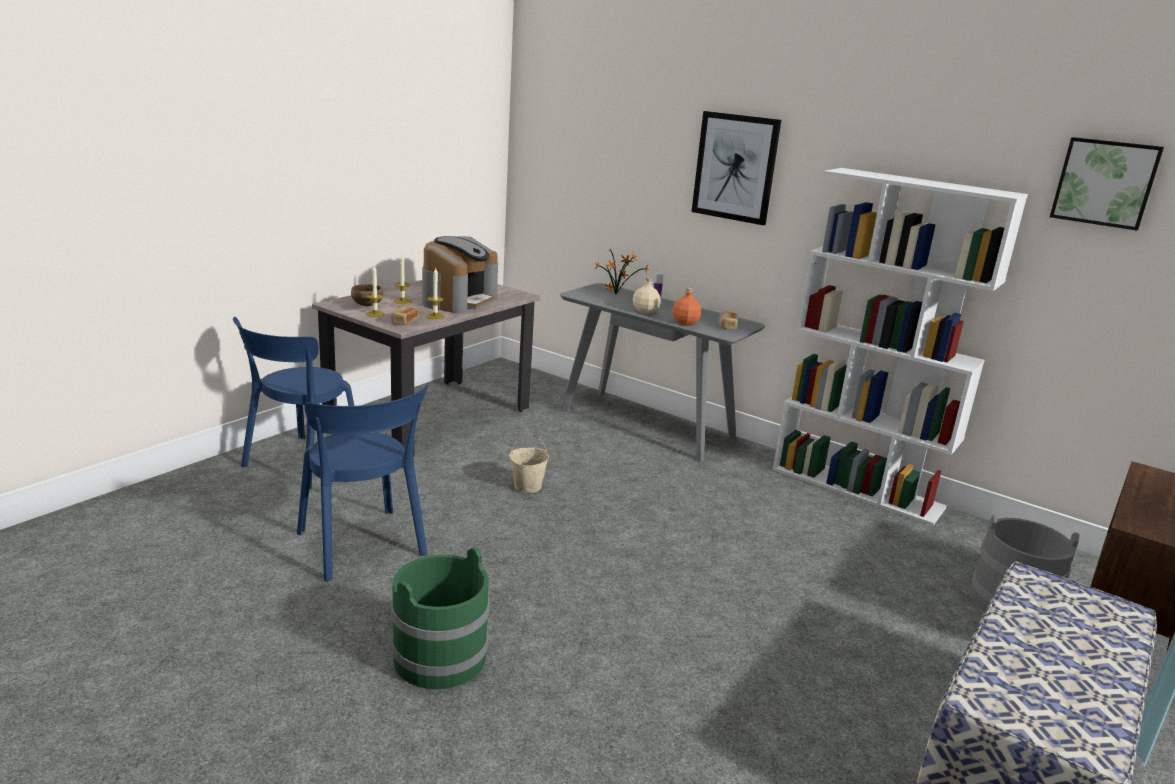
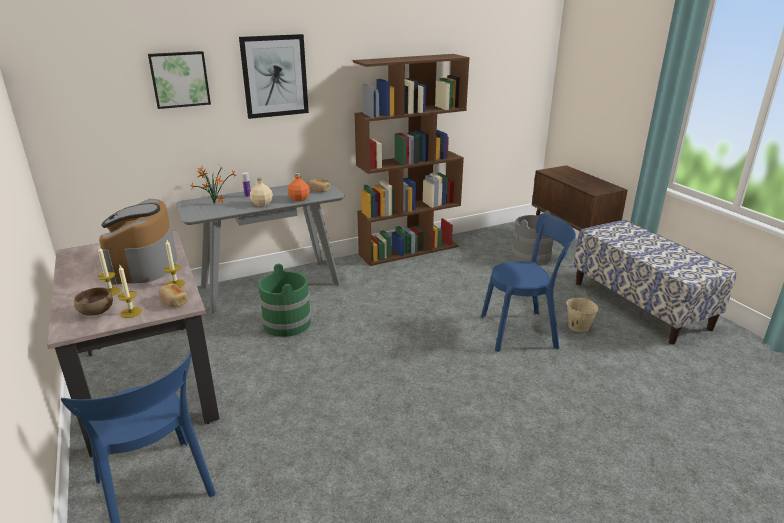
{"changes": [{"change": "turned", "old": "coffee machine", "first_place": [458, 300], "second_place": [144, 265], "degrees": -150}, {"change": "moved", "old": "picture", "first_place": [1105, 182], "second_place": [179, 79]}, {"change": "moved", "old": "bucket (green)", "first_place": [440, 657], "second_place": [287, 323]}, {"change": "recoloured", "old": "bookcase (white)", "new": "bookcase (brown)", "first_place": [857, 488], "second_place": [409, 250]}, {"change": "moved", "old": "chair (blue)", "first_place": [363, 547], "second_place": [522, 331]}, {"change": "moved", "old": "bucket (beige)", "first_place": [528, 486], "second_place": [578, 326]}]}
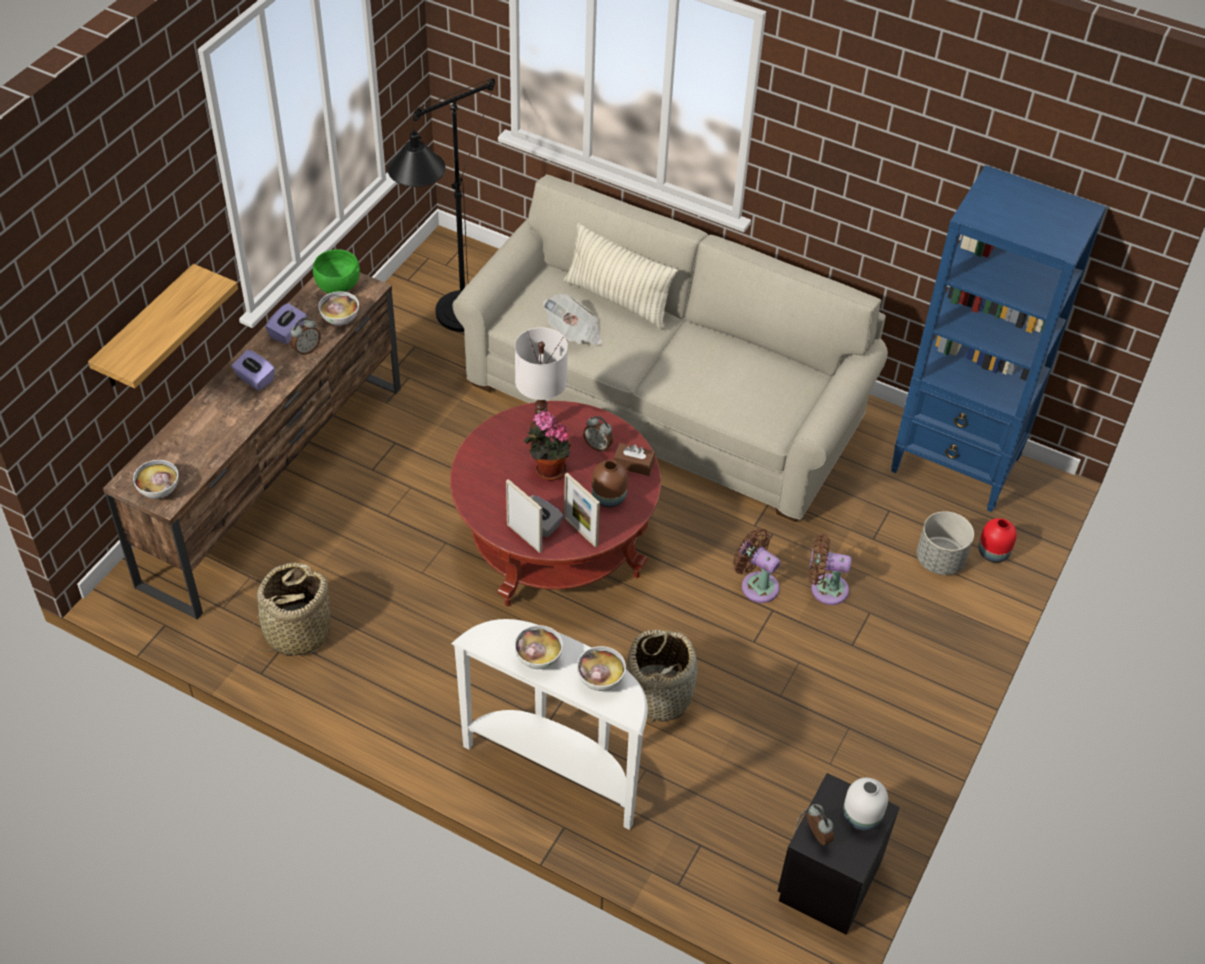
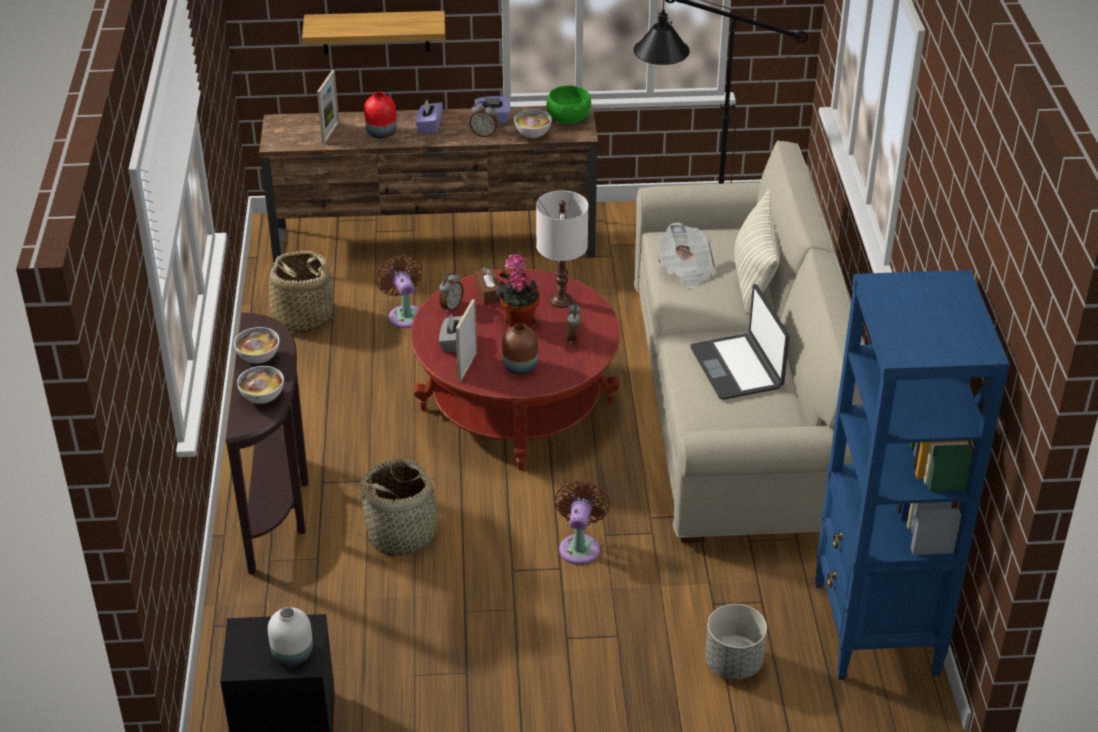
{"changes": [{"change": "recoloured", "old": "console table (white)", "new": "console table (brown)", "first_place": [557, 768], "second_place": [279, 506]}, {"change": "moved", "old": "picture frame", "first_place": [524, 538], "second_place": [330, 132]}, {"change": "moved", "old": "vase (red)", "first_place": [992, 553], "second_place": [380, 133]}, {"change": "moved", "old": "fan (brown)", "first_place": [825, 588], "second_place": [404, 315]}, {"change": "moved", "old": "alarm clock", "first_place": [816, 835], "second_place": [451, 307]}, {"change": "moved", "old": "tissue box (brown)", "first_place": [633, 464], "second_place": [489, 293]}, {"change": "added", "new": "laptop", "second_place": [737, 368]}, {"change": "removed", "old": "bowl", "first_place": [159, 490]}]}
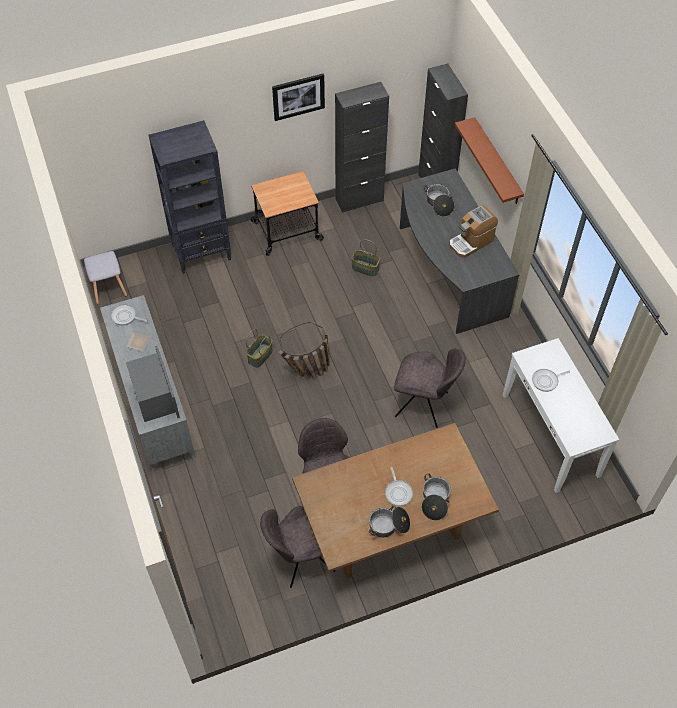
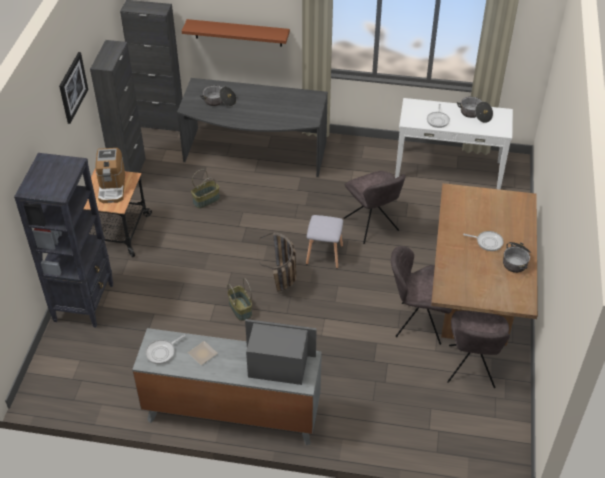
{"changes": [{"change": "moved", "old": "coffee machine", "first_place": [471, 242], "second_place": [112, 187]}, {"change": "moved", "old": "stool (grey)", "first_place": [108, 288], "second_place": [323, 254]}, {"change": "turned", "old": "chair (grey)", "first_place": [423, 405], "second_place": [372, 226], "degrees": 105}, {"change": "moved", "old": "cooking pot", "first_place": [435, 501], "second_place": [474, 114]}]}
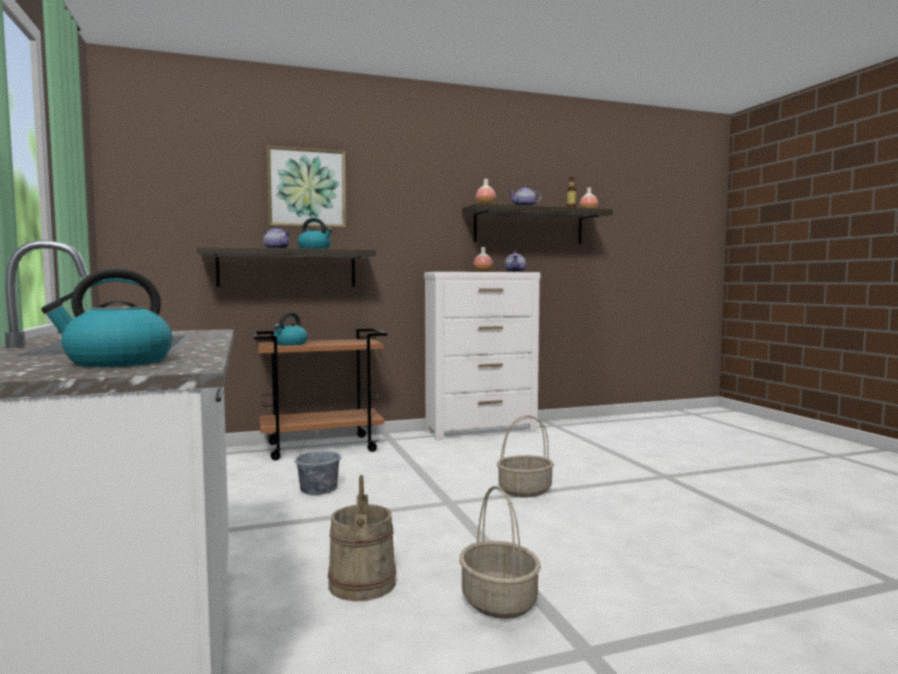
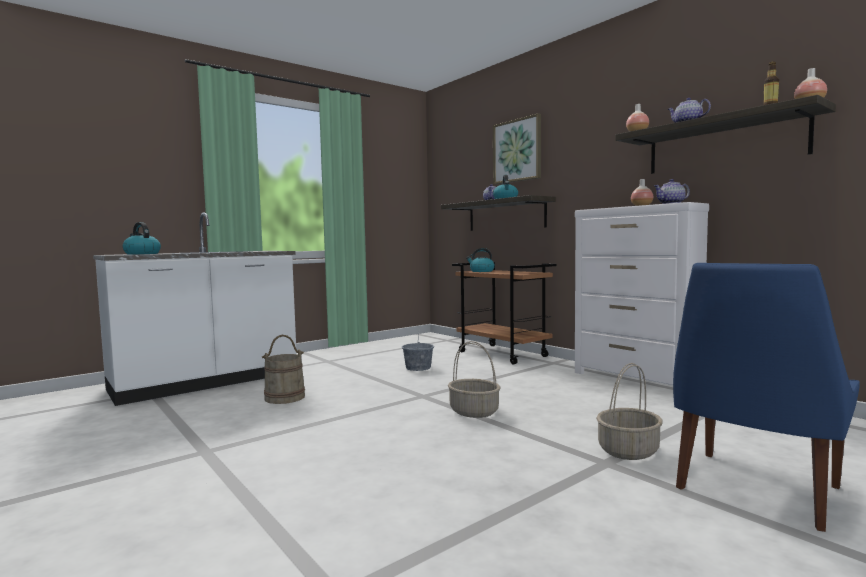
{"changes": [{"change": "moved", "old": "basket", "first_place": [498, 601], "second_place": [628, 450]}, {"change": "added", "new": "chair (blue)", "second_place": [755, 490]}]}
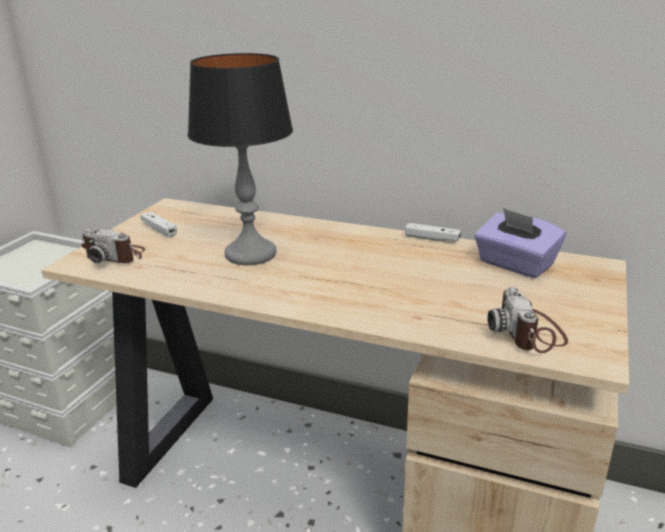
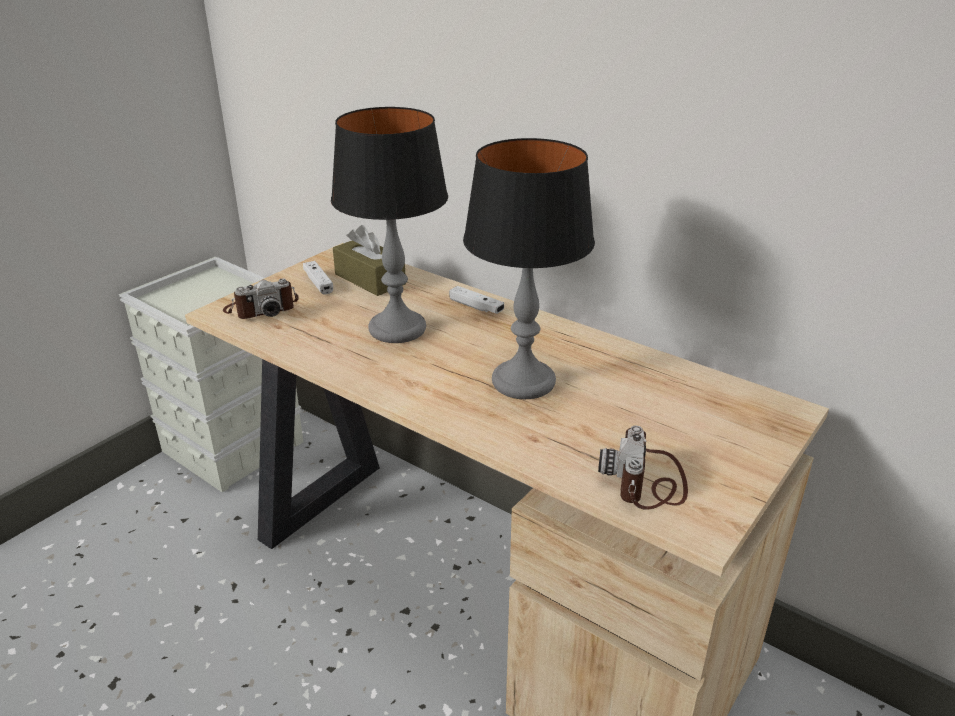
{"changes": [{"change": "turned", "old": "photo camera", "first_place": [116, 255], "second_place": [261, 309], "degrees": -60}, {"change": "added", "new": "tissue box (brown)", "second_place": [370, 279]}, {"change": "moved", "old": "game controller (white)", "first_place": [432, 239], "second_place": [476, 307]}, {"change": "added", "new": "table lamp", "second_place": [524, 382]}, {"change": "removed", "old": "tissue box (purple)", "first_place": [515, 265]}]}
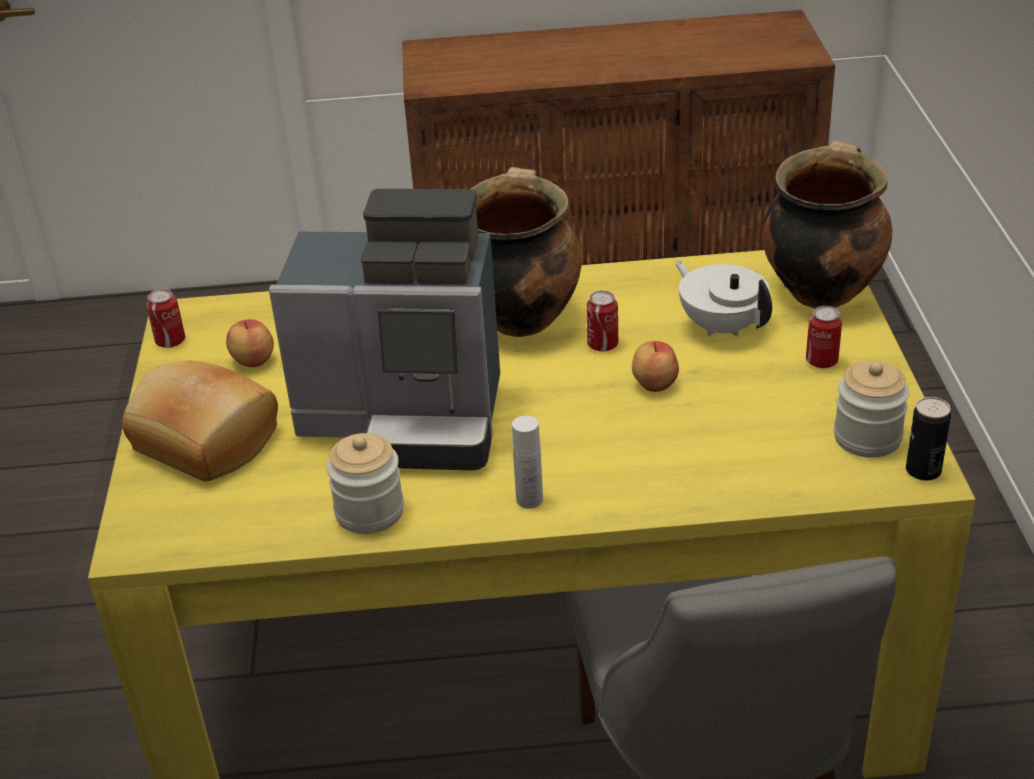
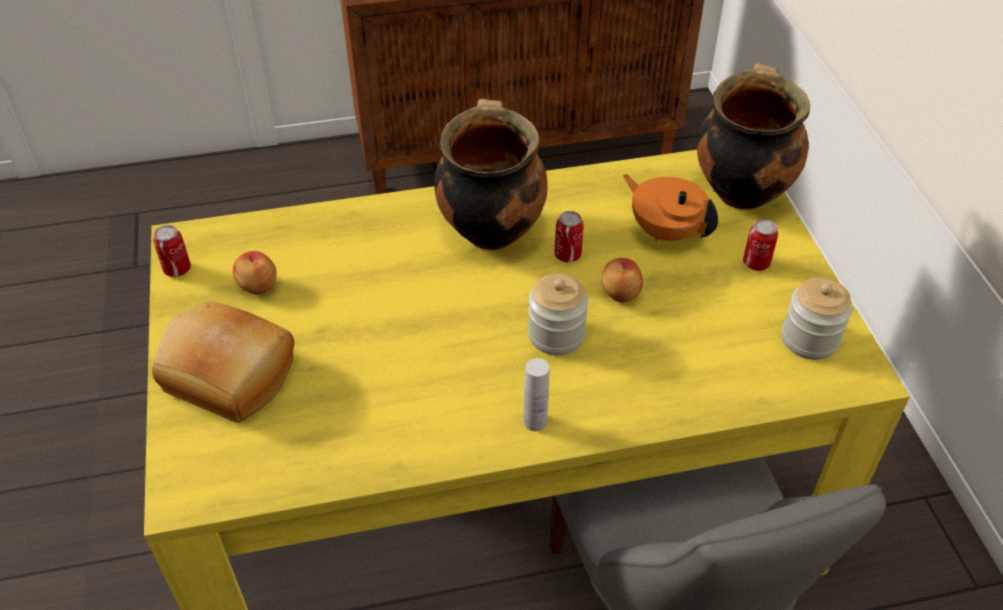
{"changes": [{"change": "moved", "old": "jar", "first_place": [369, 512], "second_place": [556, 335]}, {"change": "recoloured", "old": "teapot (white)", "new": "teapot (orange)", "first_place": [722, 326], "second_place": [665, 230]}, {"change": "removed", "old": "coffee machine", "first_place": [409, 419]}, {"change": "removed", "old": "can", "first_place": [923, 470]}]}
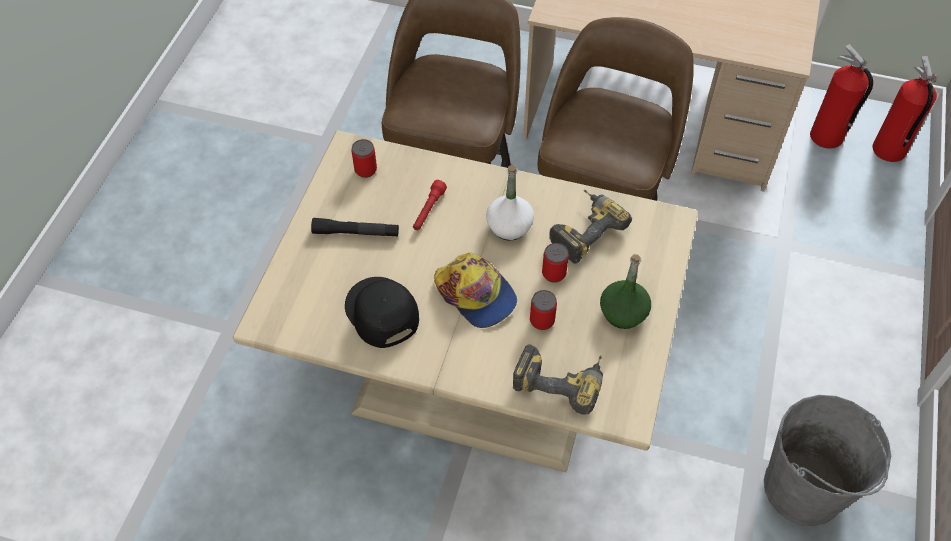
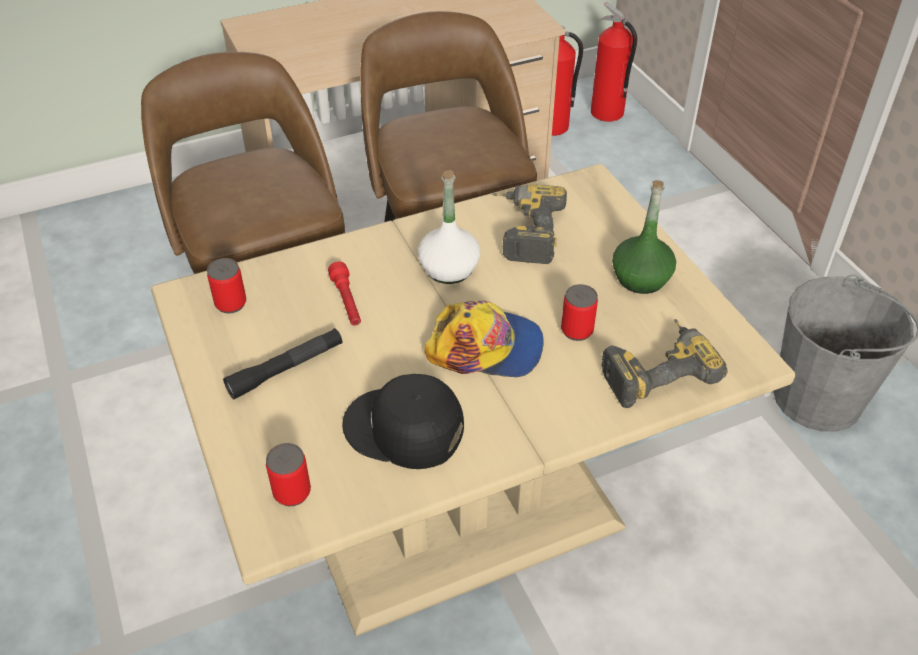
{"changes": [{"change": "moved", "old": "can", "first_place": [554, 273], "second_place": [292, 492]}]}
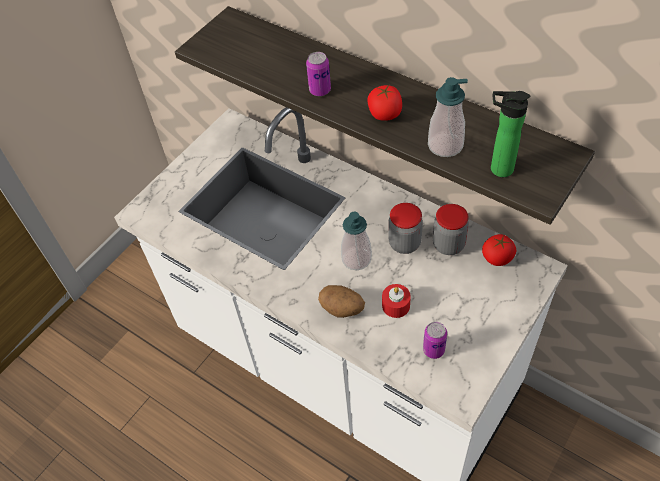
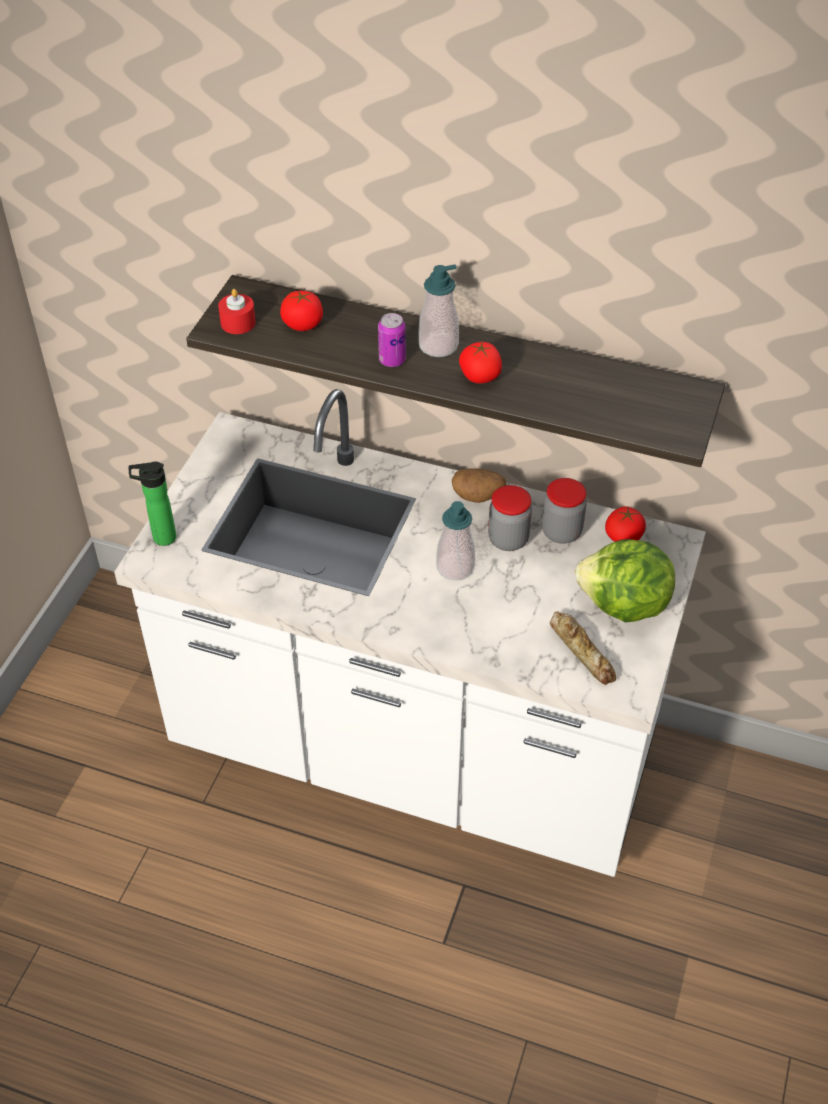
{"changes": [{"change": "moved", "old": "bottle", "first_place": [498, 169], "second_place": [160, 538]}, {"change": "moved", "old": "candle (red)", "first_place": [396, 305], "second_place": [238, 323]}, {"change": "added", "new": "tomato", "second_place": [302, 324]}, {"change": "moved", "old": "soap dispenser", "first_place": [445, 145], "second_place": [438, 346]}, {"change": "moved", "old": "potato", "first_place": [342, 309], "second_place": [478, 496]}, {"change": "replaced", "old": "can", "new": "bread", "first_place": [433, 350], "second_place": [582, 651]}, {"change": "added", "new": "lettuce", "second_place": [623, 606]}]}
